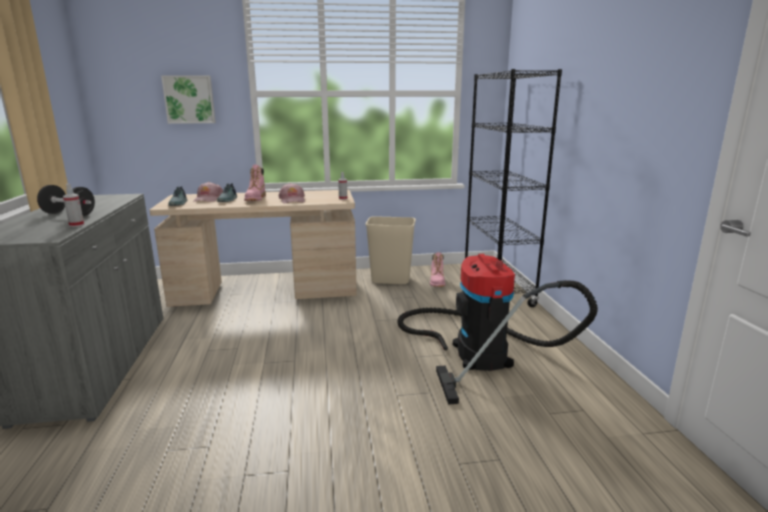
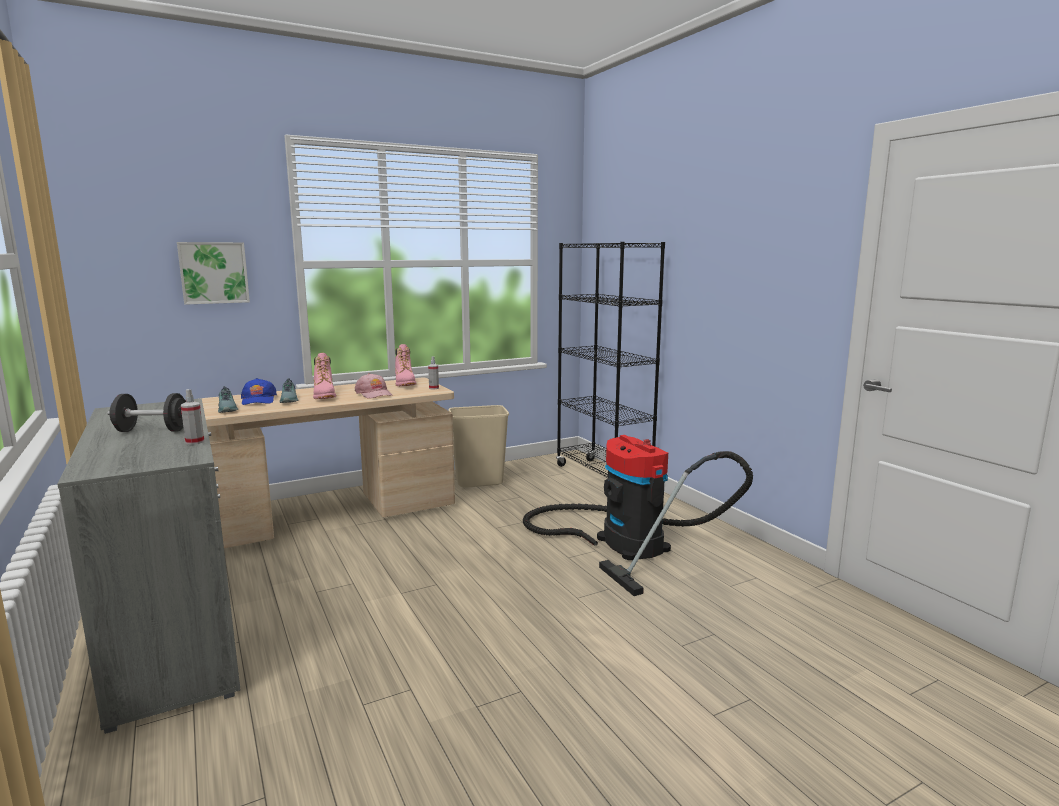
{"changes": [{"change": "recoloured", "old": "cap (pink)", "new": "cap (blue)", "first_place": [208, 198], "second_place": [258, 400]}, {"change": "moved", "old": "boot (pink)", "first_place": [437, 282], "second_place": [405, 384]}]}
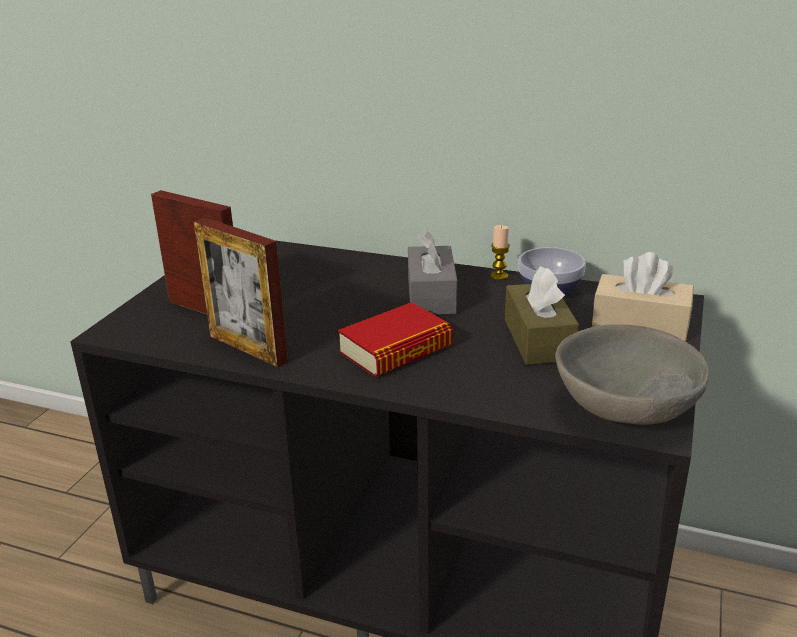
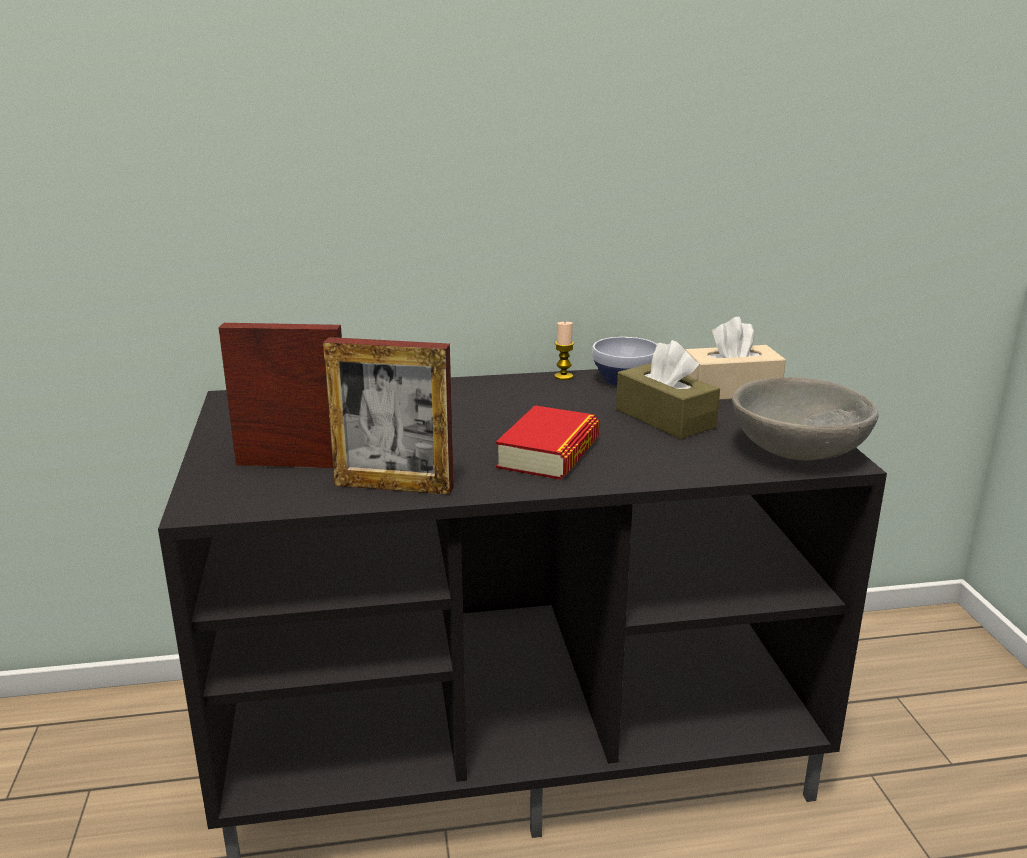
{"changes": [{"change": "removed", "old": "tissue box (grey)", "first_place": [431, 295]}]}
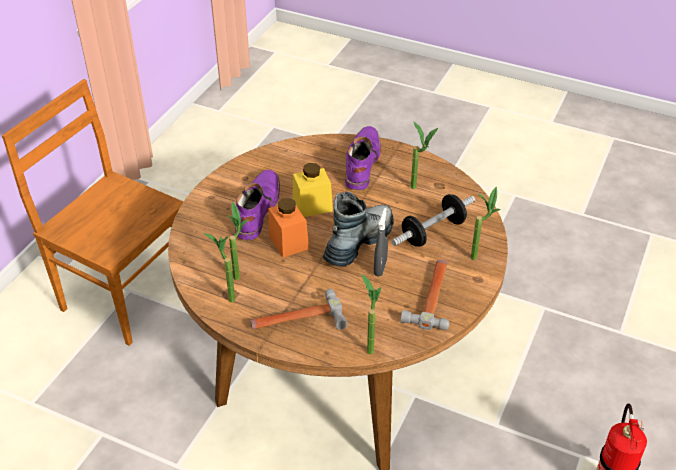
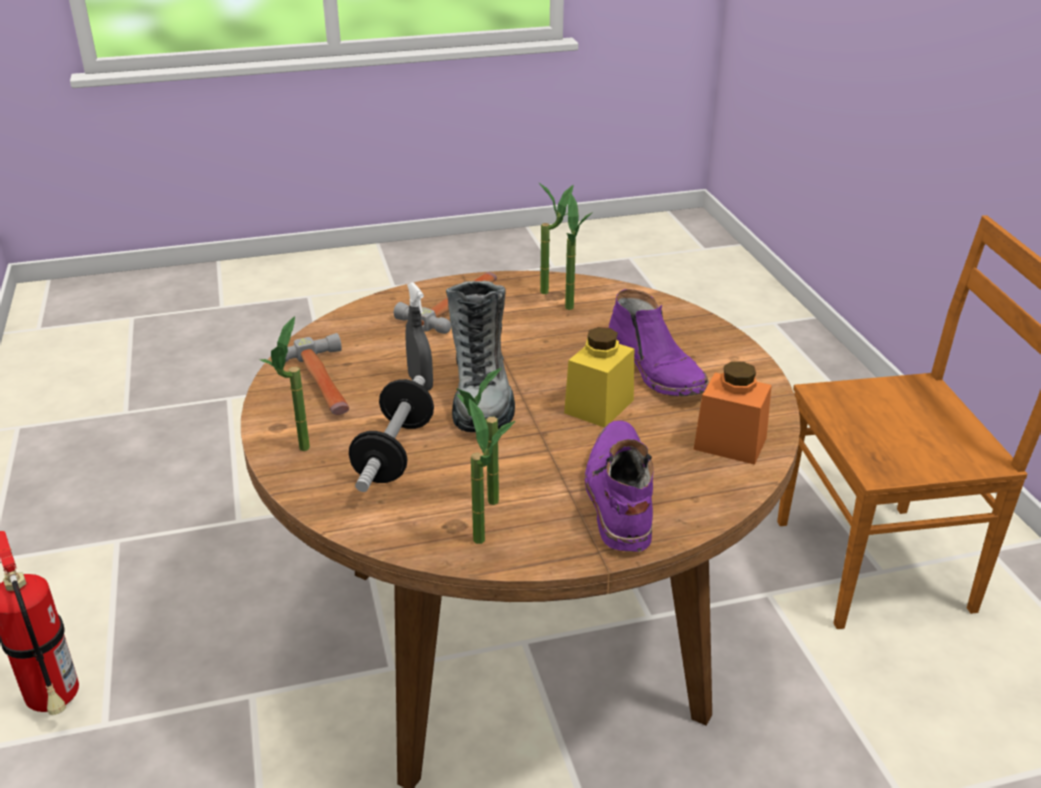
{"changes": [{"change": "moved", "old": "potted plant", "first_place": [368, 346], "second_place": [489, 545]}, {"change": "turned", "old": "boot (purple)", "first_place": [361, 163], "second_place": [619, 496], "degrees": -150}, {"change": "moved", "old": "jar (orange)", "first_place": [288, 242], "second_place": [730, 443]}]}
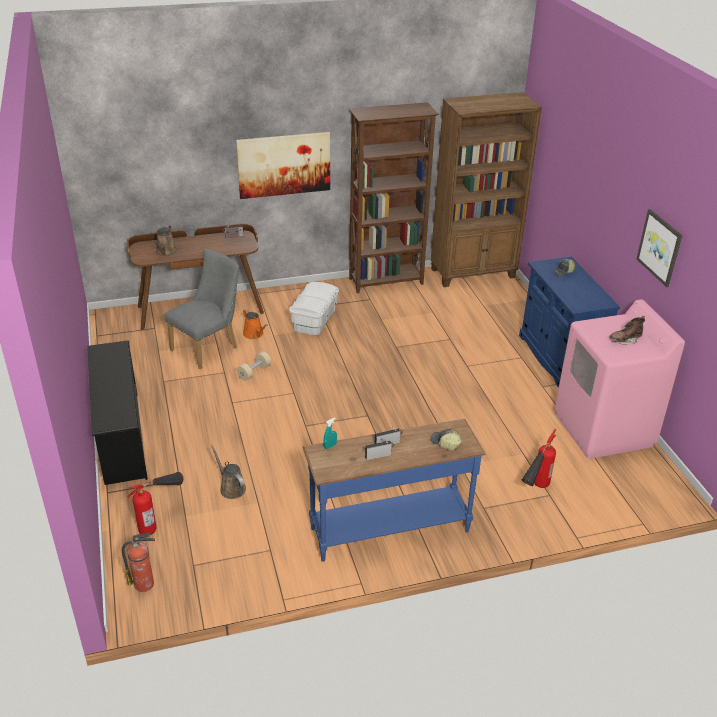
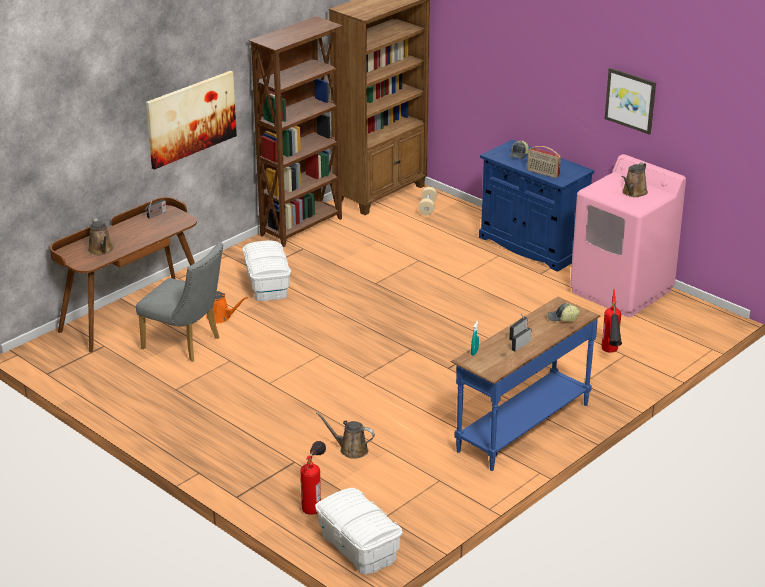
{"changes": [{"change": "turned", "old": "chair (grey)", "first_place": [208, 347], "second_place": [186, 344], "degrees": 105}, {"change": "replaced", "old": "fire extinguisher", "new": "storage box (white)", "first_place": [145, 584], "second_place": [359, 546]}, {"change": "moved", "old": "dumbbell (beige)", "first_place": [254, 372], "second_place": [427, 208]}, {"change": "added", "new": "radio", "second_place": [543, 173]}, {"change": "replaced", "old": "boot (brown)", "new": "watering can (brown)", "first_place": [624, 340], "second_place": [633, 193]}, {"change": "removed", "old": "shoe rack (black)", "first_place": [120, 436]}]}
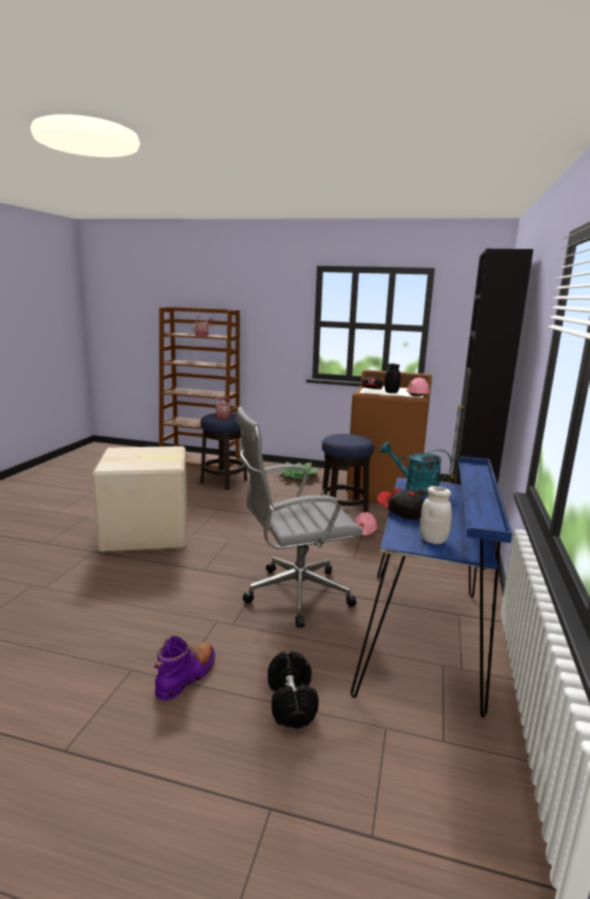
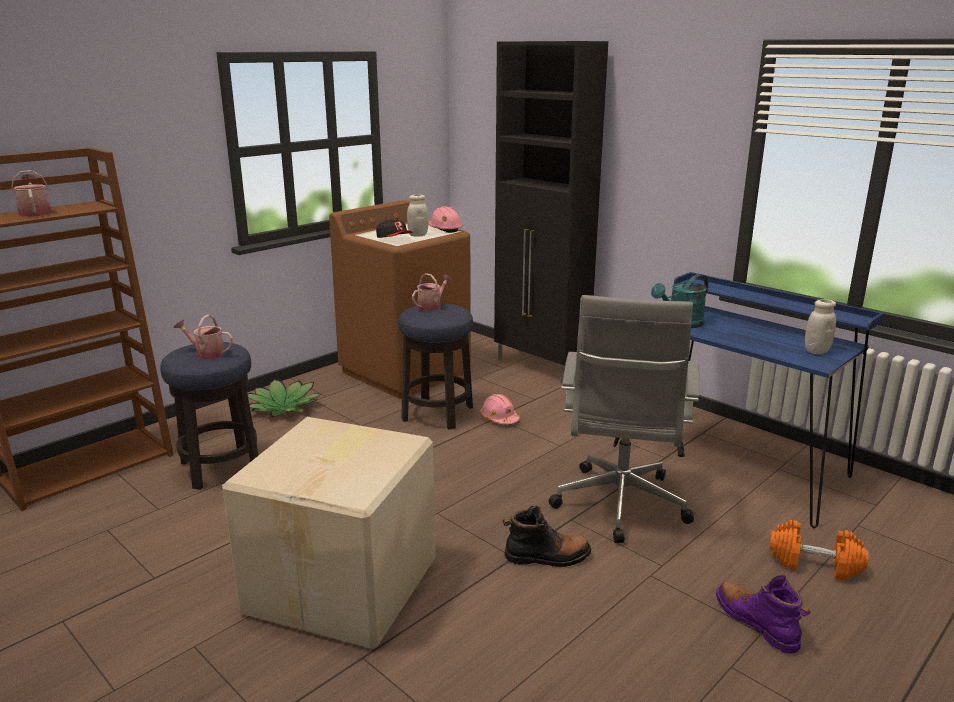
{"changes": [{"change": "recoloured", "old": "jar (black)", "new": "jar (white)", "first_place": [391, 392], "second_place": [418, 235]}, {"change": "added", "new": "watering can", "second_place": [431, 306]}, {"change": "added", "new": "boot (black)", "second_place": [547, 557]}, {"change": "recoloured", "old": "dumbbell (black)", "new": "dumbbell (orange)", "first_place": [291, 702], "second_place": [815, 563]}, {"change": "removed", "old": "cap", "first_place": [400, 512]}]}
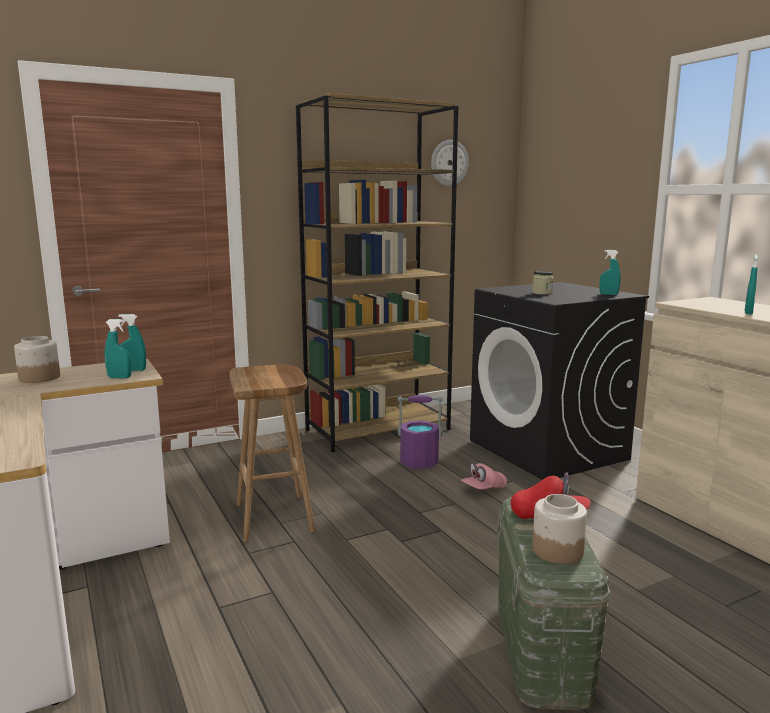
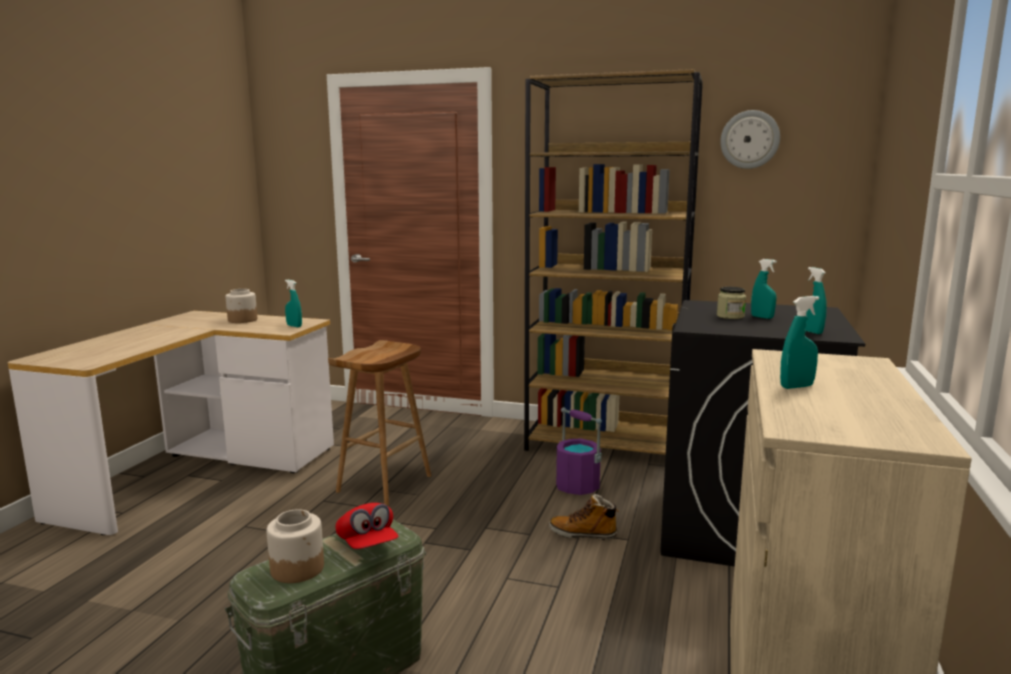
{"changes": [{"change": "replaced", "old": "cap (pink)", "new": "boot", "first_place": [484, 489], "second_place": [583, 534]}, {"change": "moved", "old": "spray bottle (turquoise)", "first_place": [119, 377], "second_place": [762, 317]}]}
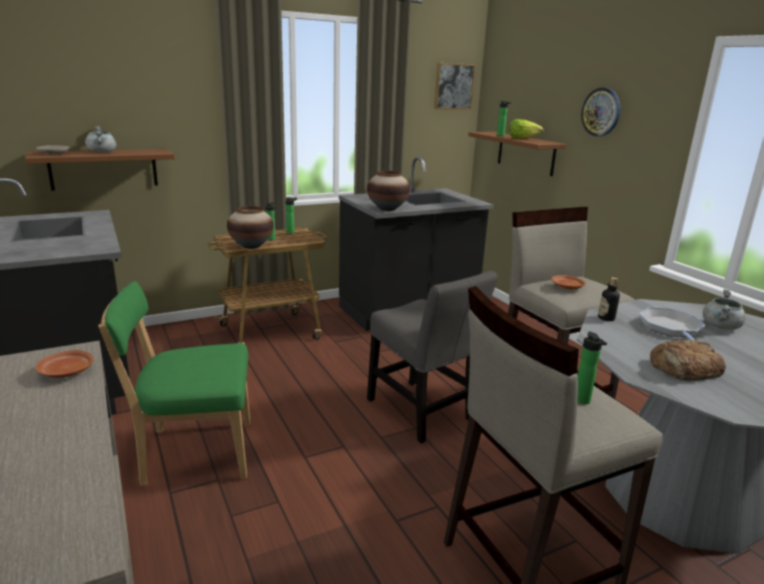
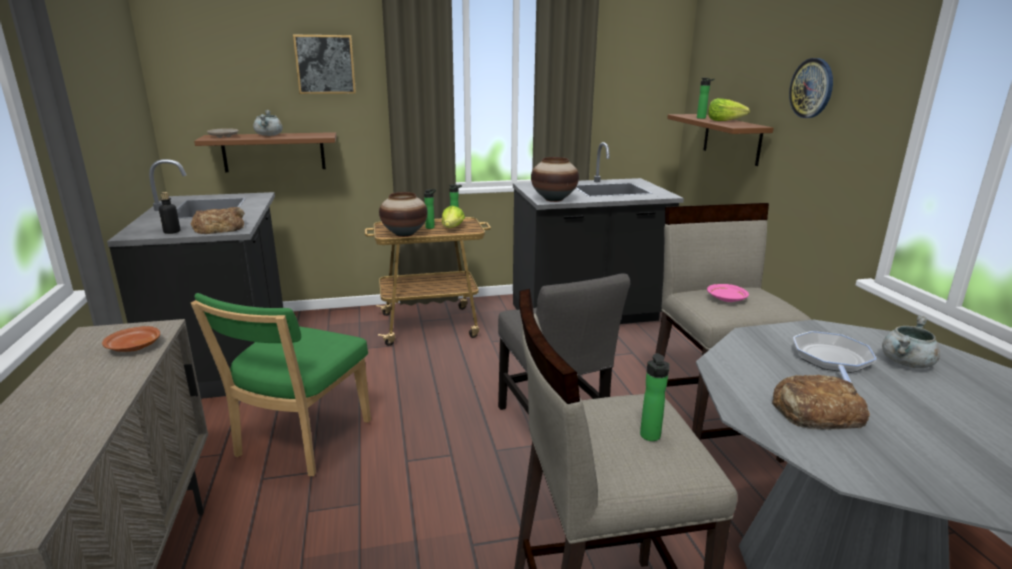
{"changes": [{"change": "moved", "old": "bottle", "first_place": [606, 318], "second_place": [172, 232]}, {"change": "added", "new": "bread", "second_place": [219, 227]}, {"change": "turned", "old": "chair (green)", "first_place": [192, 453], "second_place": [300, 442], "degrees": -75}, {"change": "moved", "old": "picture", "first_place": [454, 86], "second_place": [325, 64]}, {"change": "added", "new": "lettuce", "second_place": [452, 228]}, {"change": "recoloured", "old": "plate (brown)", "new": "plate (pink)", "first_place": [567, 287], "second_place": [726, 299]}]}
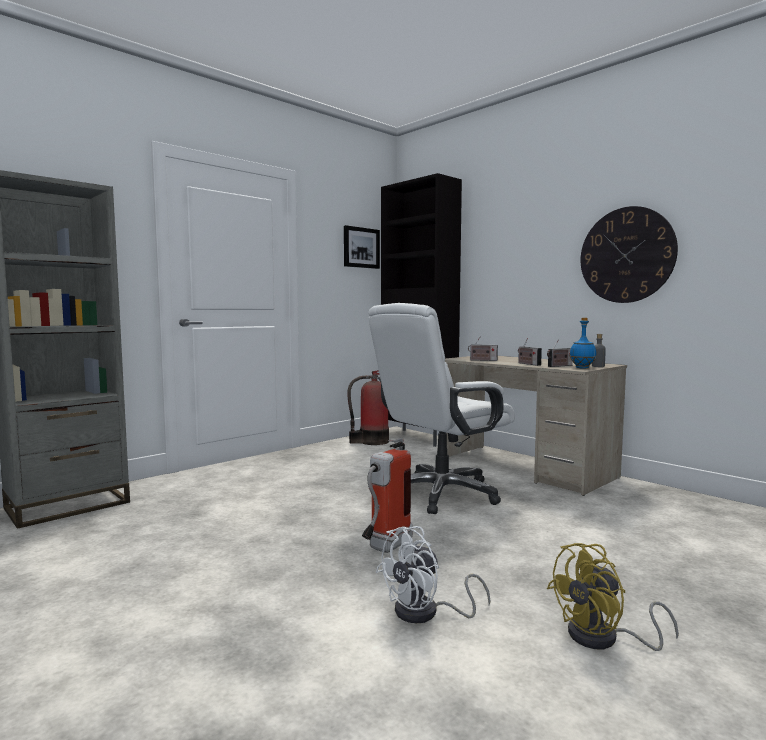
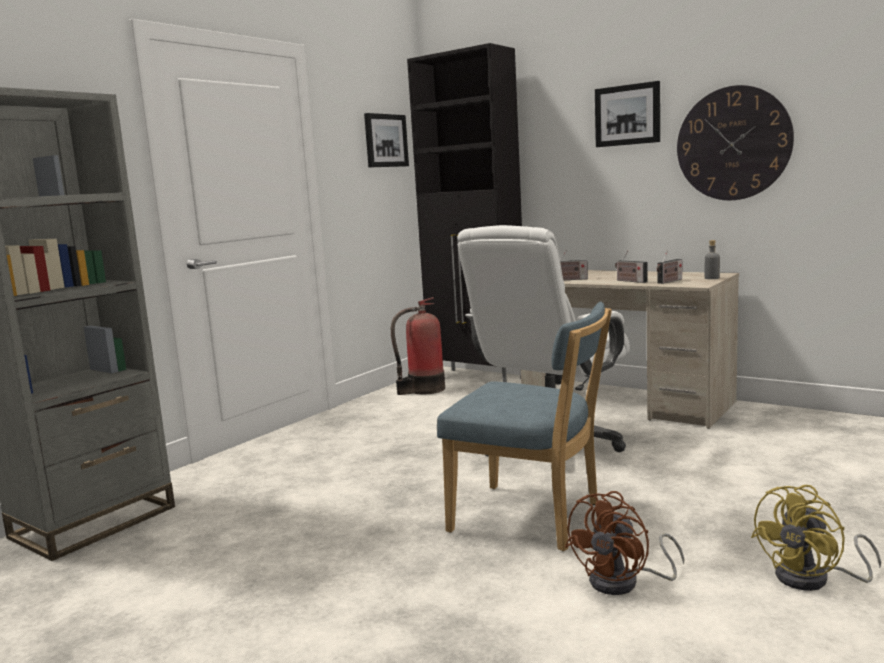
{"changes": [{"change": "replaced", "old": "fire extinguisher", "new": "chair (blue)", "first_place": [385, 548], "second_place": [532, 519]}, {"change": "recoloured", "old": "fan (white)", "new": "fan (brown)", "first_place": [426, 613], "second_place": [624, 582]}, {"change": "added", "new": "picture", "second_place": [627, 115]}, {"change": "removed", "old": "bottle (blue)", "first_place": [582, 368]}]}
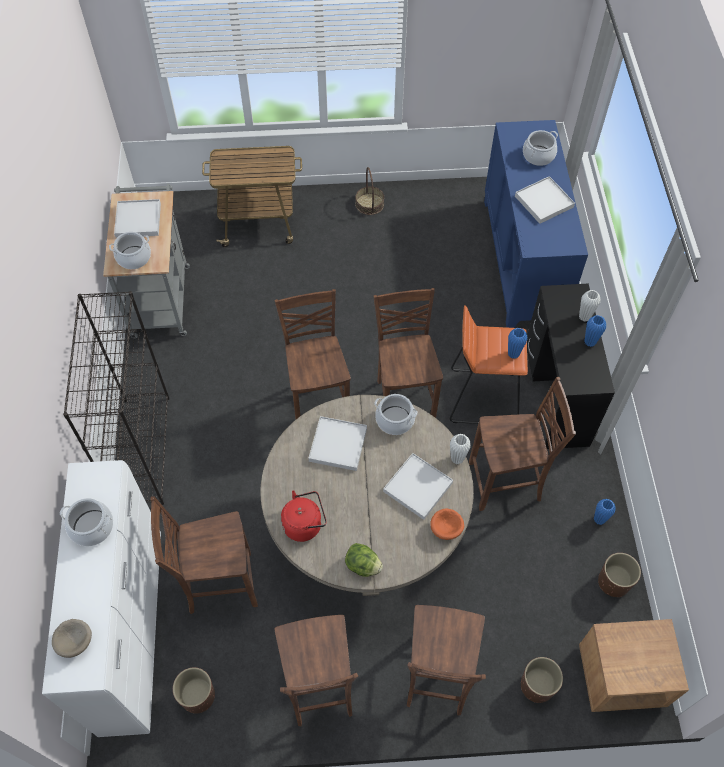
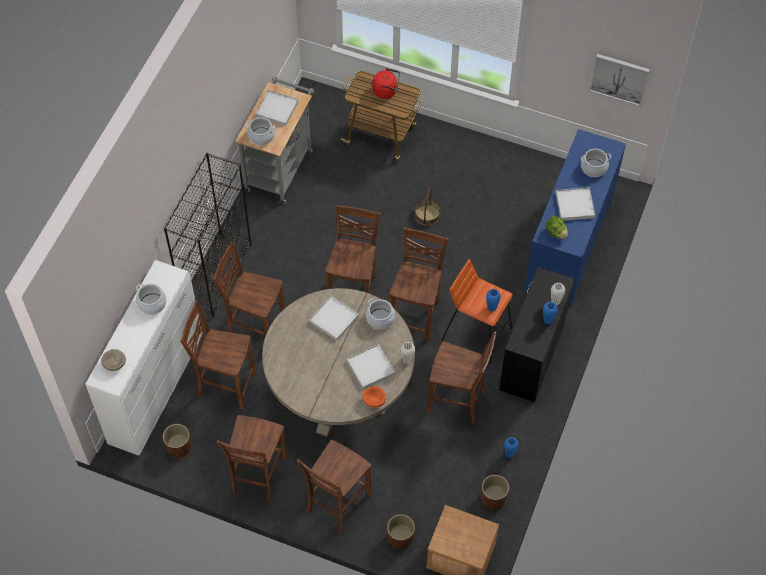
{"changes": [{"change": "added", "new": "chair (brown)", "second_place": [255, 328]}, {"change": "moved", "old": "kettle (red)", "first_place": [305, 524], "second_place": [386, 91]}, {"change": "moved", "old": "basket", "first_place": [369, 204], "second_place": [427, 215]}, {"change": "moved", "old": "lettuce", "first_place": [363, 565], "second_place": [556, 233]}, {"change": "added", "new": "picture", "second_place": [619, 78]}]}
